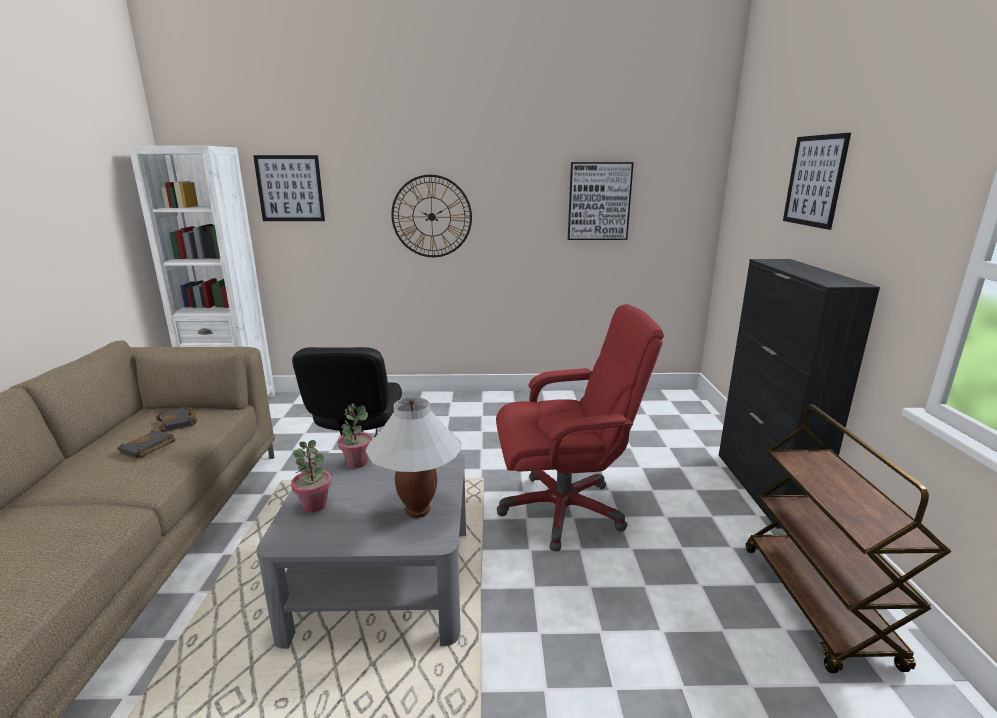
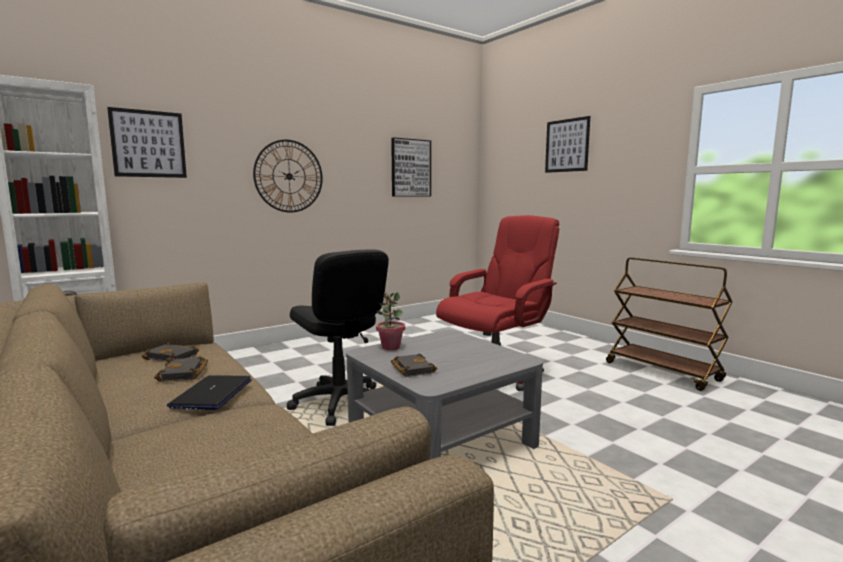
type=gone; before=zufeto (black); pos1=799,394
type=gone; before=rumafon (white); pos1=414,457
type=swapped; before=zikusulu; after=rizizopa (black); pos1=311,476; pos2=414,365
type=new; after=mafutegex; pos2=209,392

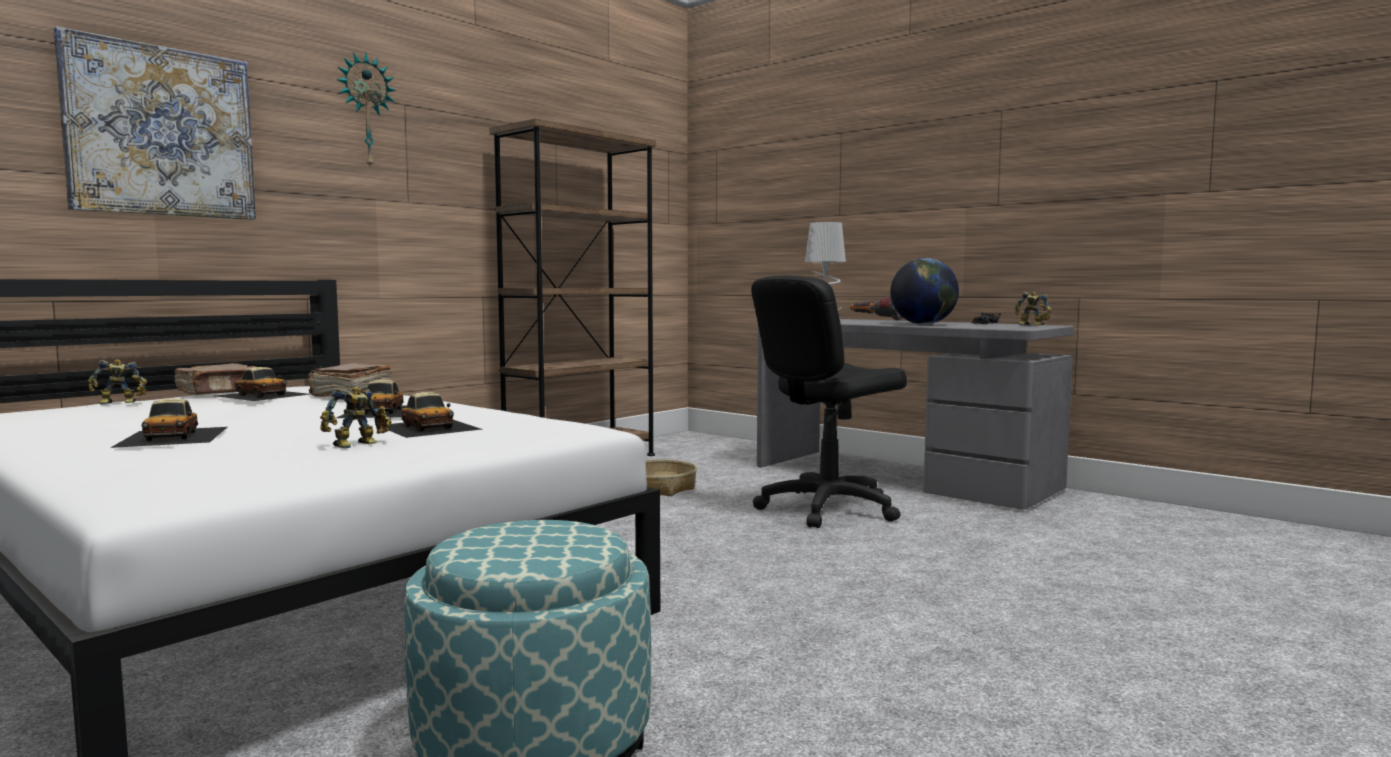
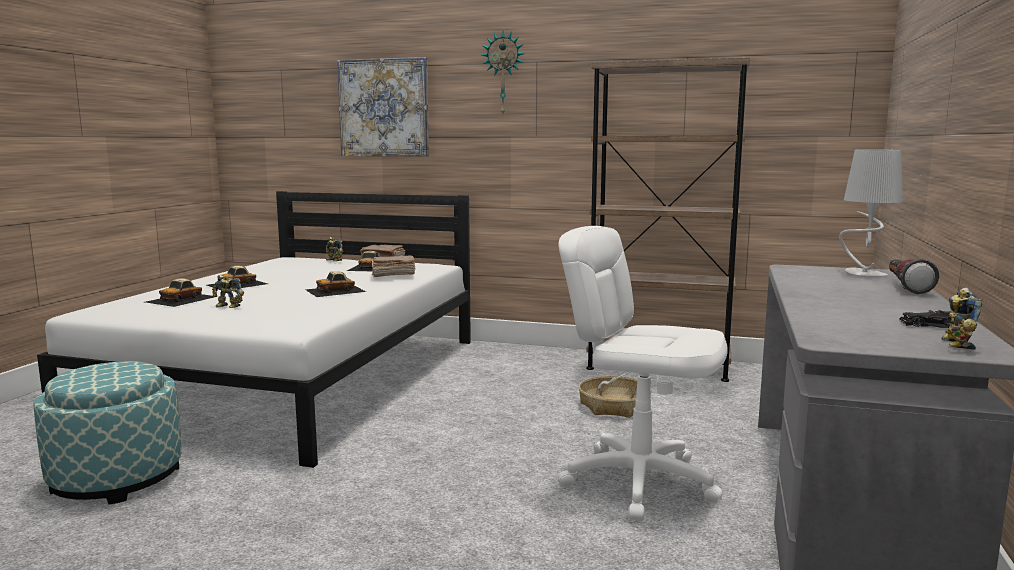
type=gone; before=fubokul; pos1=924,291
type=repainted; before=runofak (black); after=runofak (white); pos1=829,402; pos2=643,373
type=shifted; before=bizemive; pos1=435,415; pos2=181,293

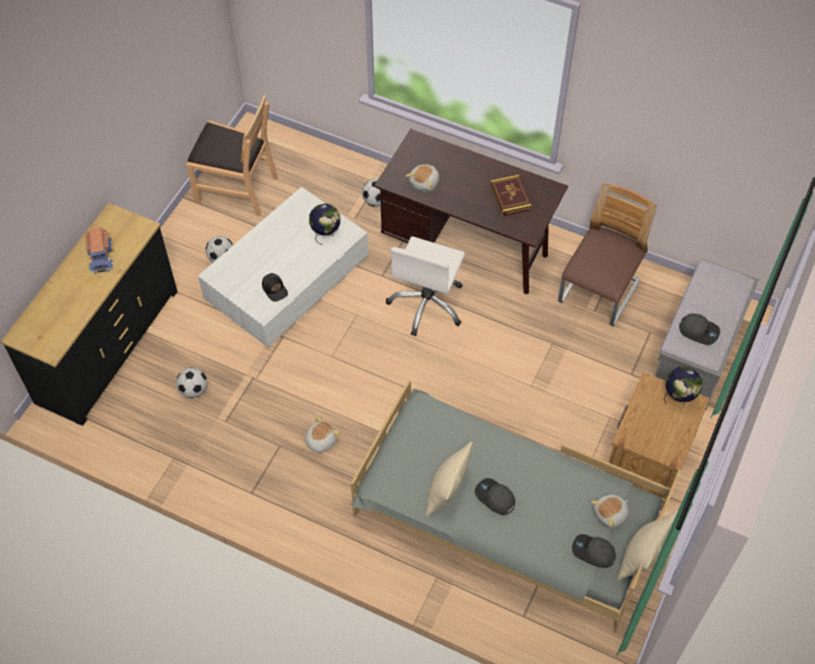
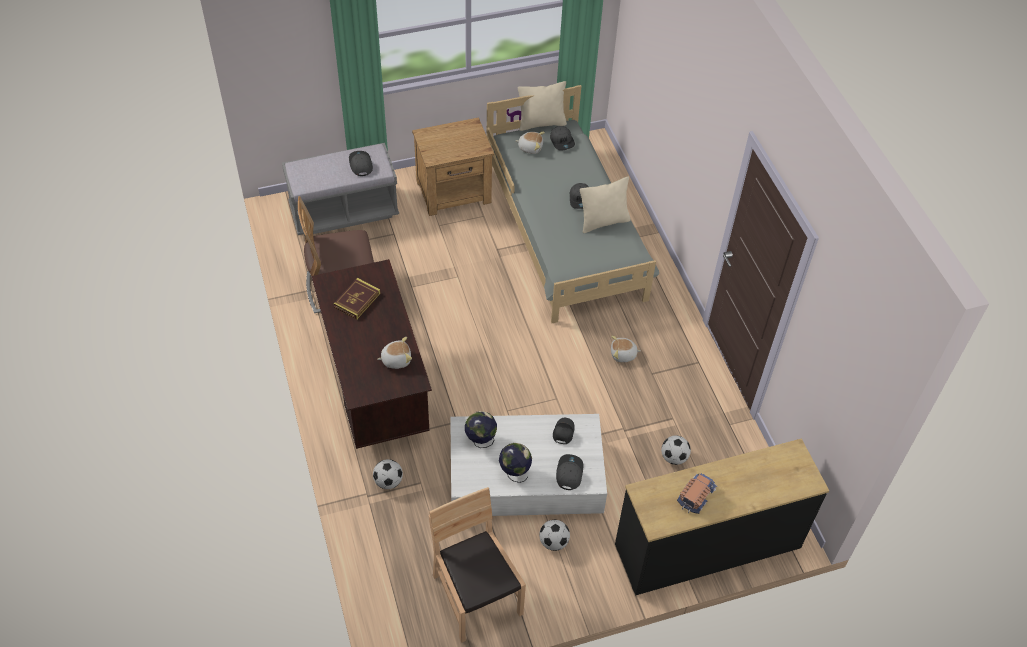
type=gone; before=runofak (white); pos1=425,286
type=shifted; before=fubokul; pos1=683,385; pos2=515,463
type=new; after=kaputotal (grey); pos2=570,472

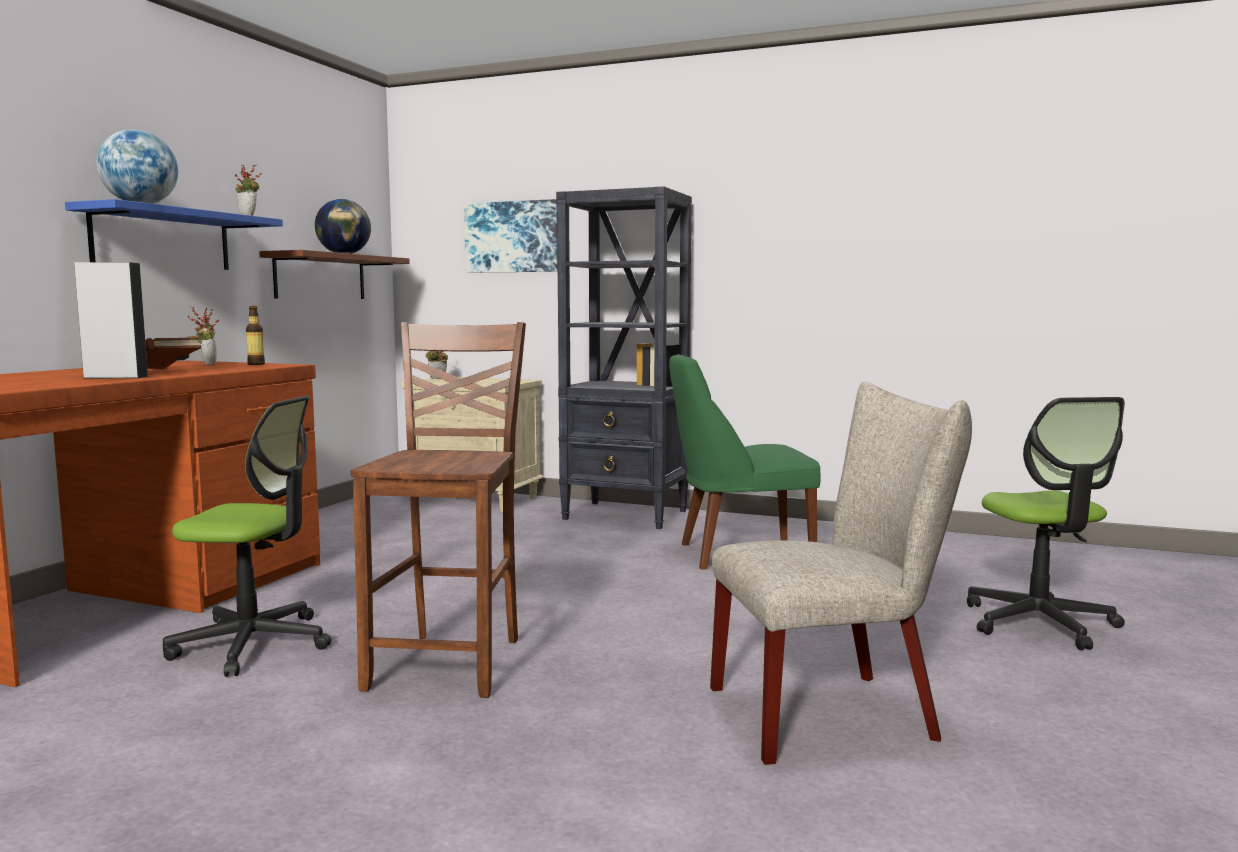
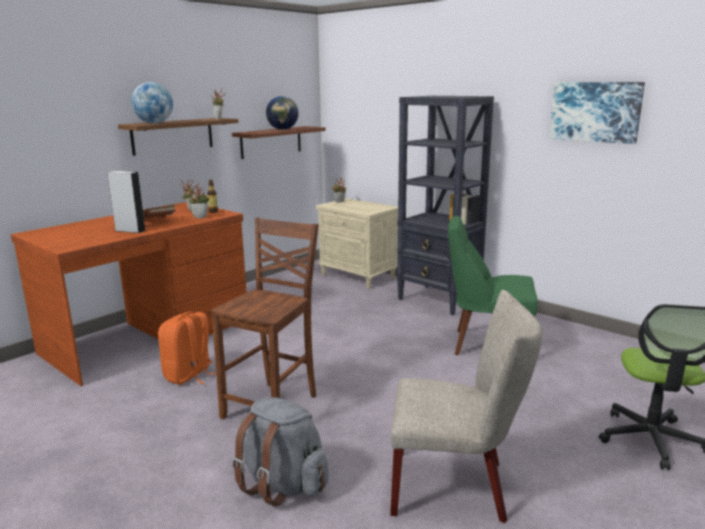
type=repainted; before=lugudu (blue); after=lugudu (brown); pos1=174,234; pos2=178,137
type=shifted; before=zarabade; pos1=511,236; pos2=597,113
type=swapped; before=runofak; after=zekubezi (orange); pos1=247,536; pos2=187,348
type=new; after=zikusulu; pos2=199,200
type=new; after=zekubezi (grey); pos2=280,451

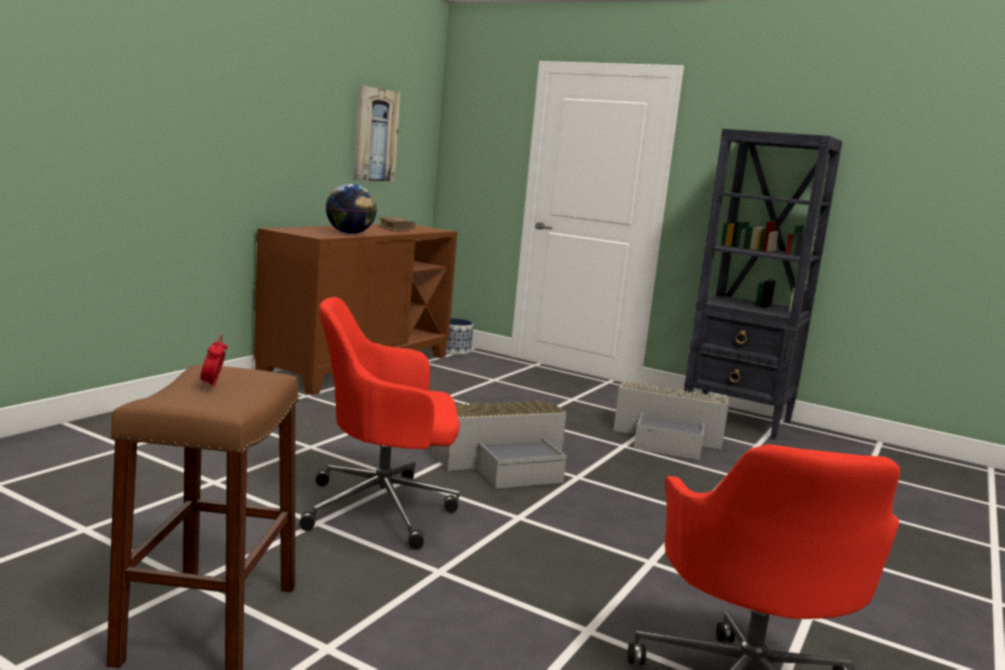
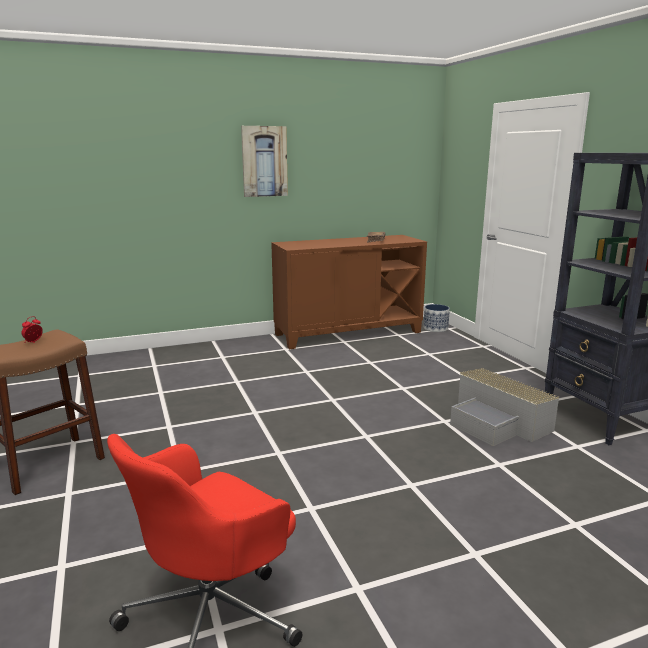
type=shifted; before=zarabade; pos1=376,133; pos2=264,161
type=gone; before=fubokul; pos1=351,209
type=gone; before=runofak (red); pos1=380,423
type=gone; before=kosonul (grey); pos1=499,444

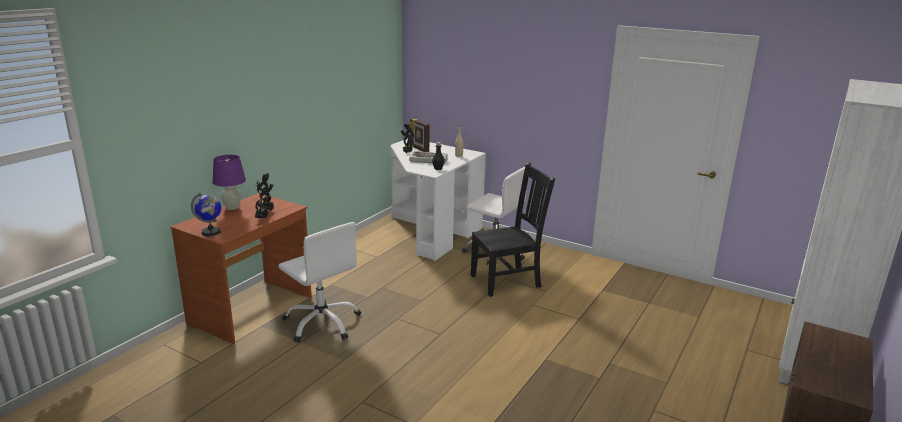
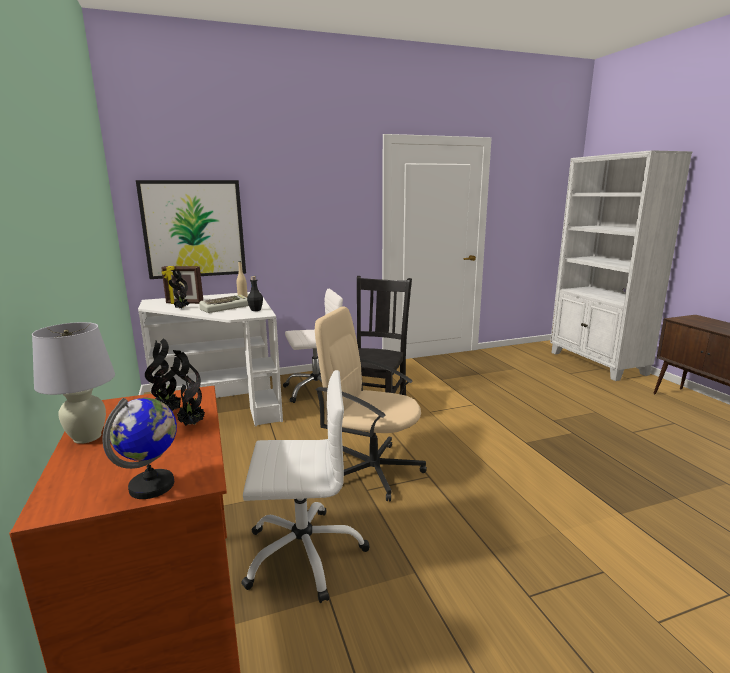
type=repainted; before=rumafon (purple); after=rumafon (white); pos1=229,182; pos2=73,383
type=new; after=zarabade; pos2=191,229
type=new; after=runofak (beige); pos2=371,403

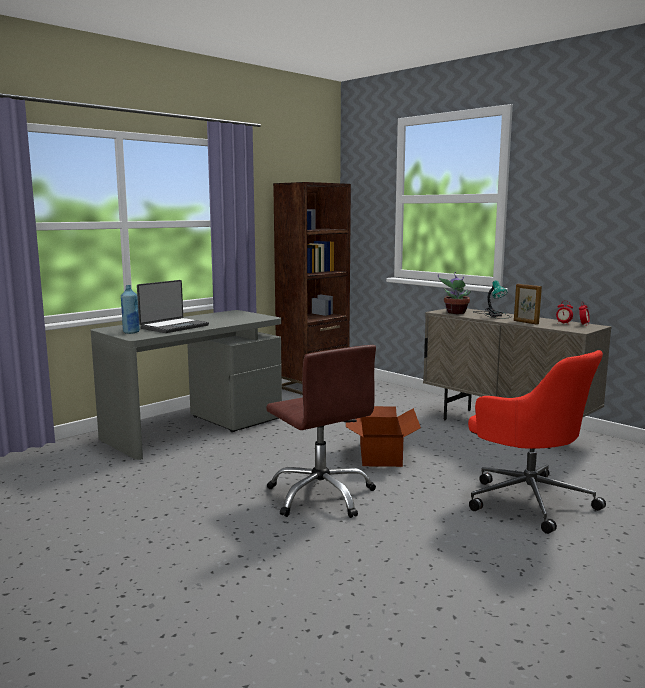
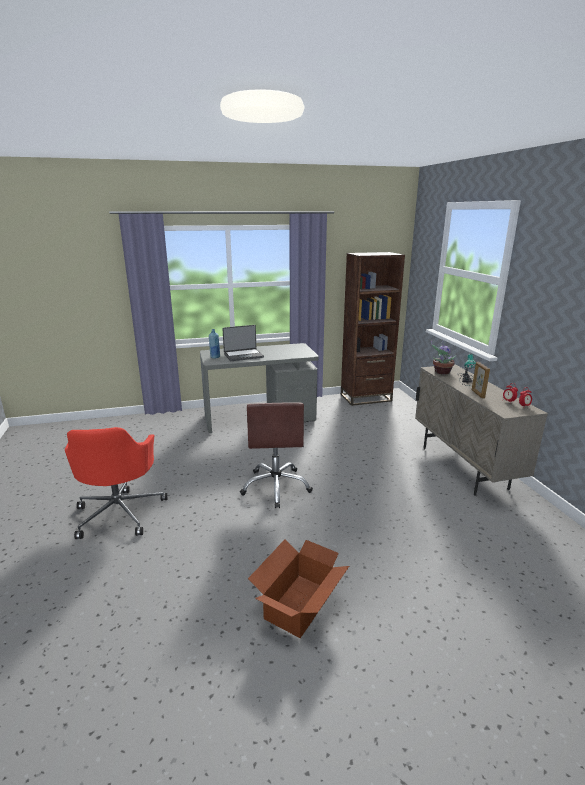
type=shifted; before=runofak (red); pos1=537,442; pos2=116,483
type=shifted; before=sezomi; pos1=383,436; pos2=298,588

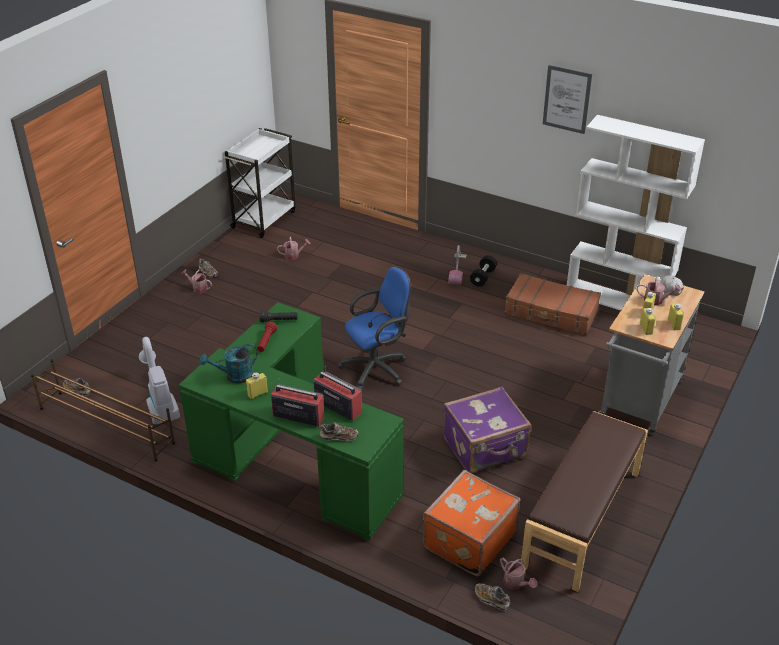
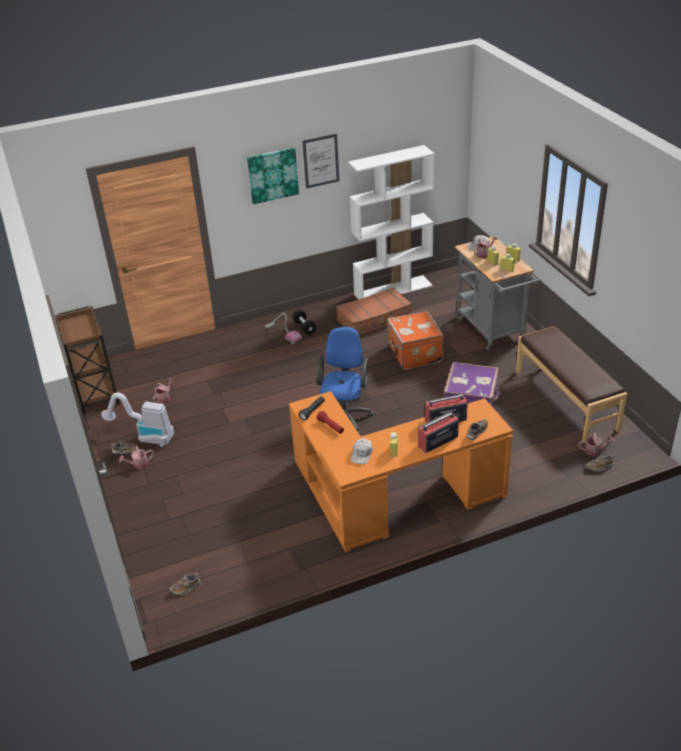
type=repainted; before=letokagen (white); after=letokagen (brown); pos1=259,183; pos2=87,360
type=repainted; before=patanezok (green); after=patanezok (orange); pos1=291,421; pos2=401,471
type=shifted; before=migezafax; pos1=159,380; pos2=137,420
type=swapped; before=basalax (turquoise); after=kaputotal (white); pos1=229,363; pos2=362,451
type=gone; before=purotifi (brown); pos1=103,410
type=shifted; before=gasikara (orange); pos1=471,523; pos2=415,340
type=new; after=zarabade; pos2=273,176

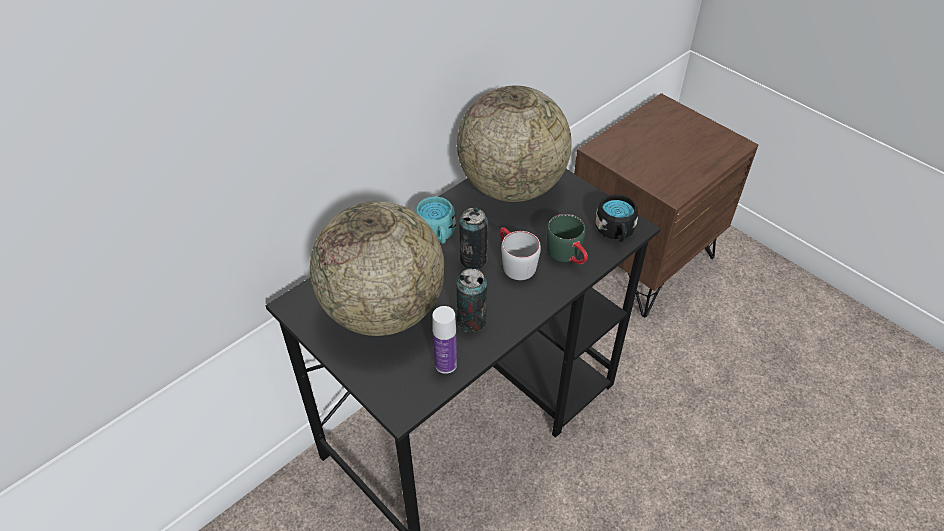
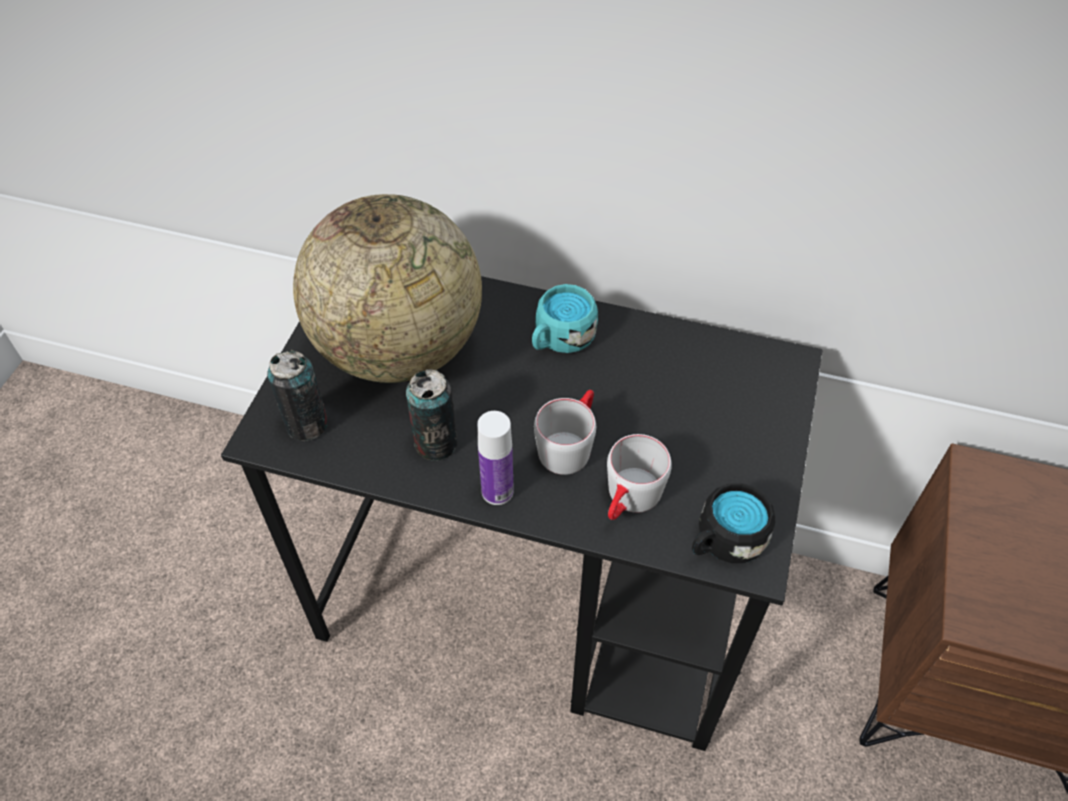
type=gone; before=fubokul; pos1=514,143
type=shifted; before=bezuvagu; pos1=473,238; pos2=297,395
type=repainted; before=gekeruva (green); after=gekeruva (grey); pos1=567,239; pos2=639,477
type=shifted; before=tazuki; pos1=445,340; pos2=495,458

